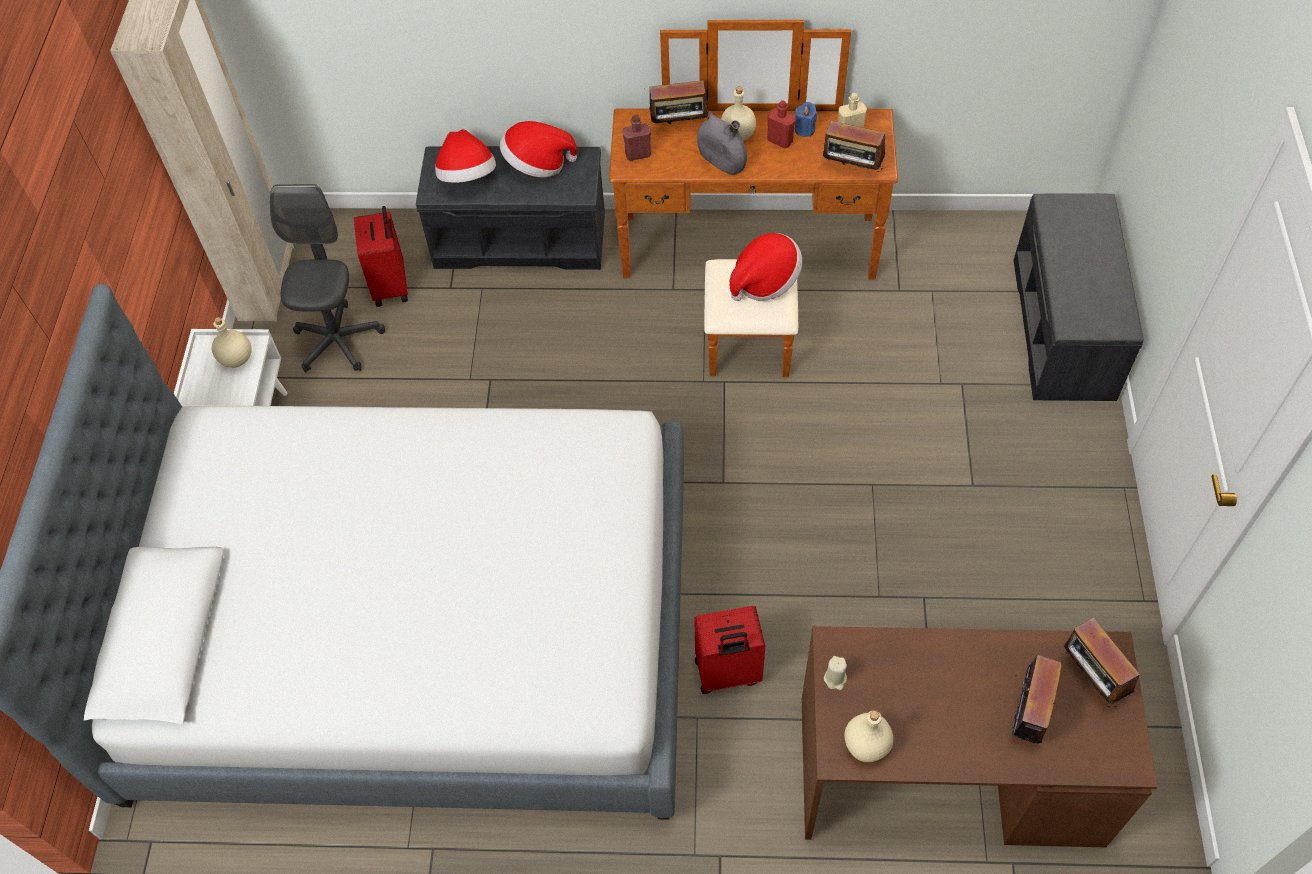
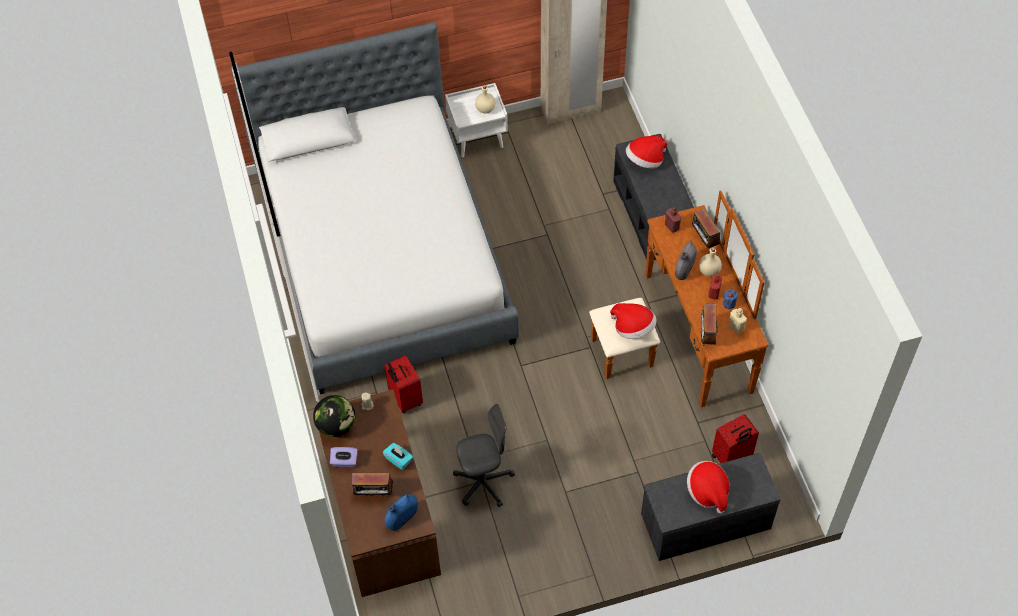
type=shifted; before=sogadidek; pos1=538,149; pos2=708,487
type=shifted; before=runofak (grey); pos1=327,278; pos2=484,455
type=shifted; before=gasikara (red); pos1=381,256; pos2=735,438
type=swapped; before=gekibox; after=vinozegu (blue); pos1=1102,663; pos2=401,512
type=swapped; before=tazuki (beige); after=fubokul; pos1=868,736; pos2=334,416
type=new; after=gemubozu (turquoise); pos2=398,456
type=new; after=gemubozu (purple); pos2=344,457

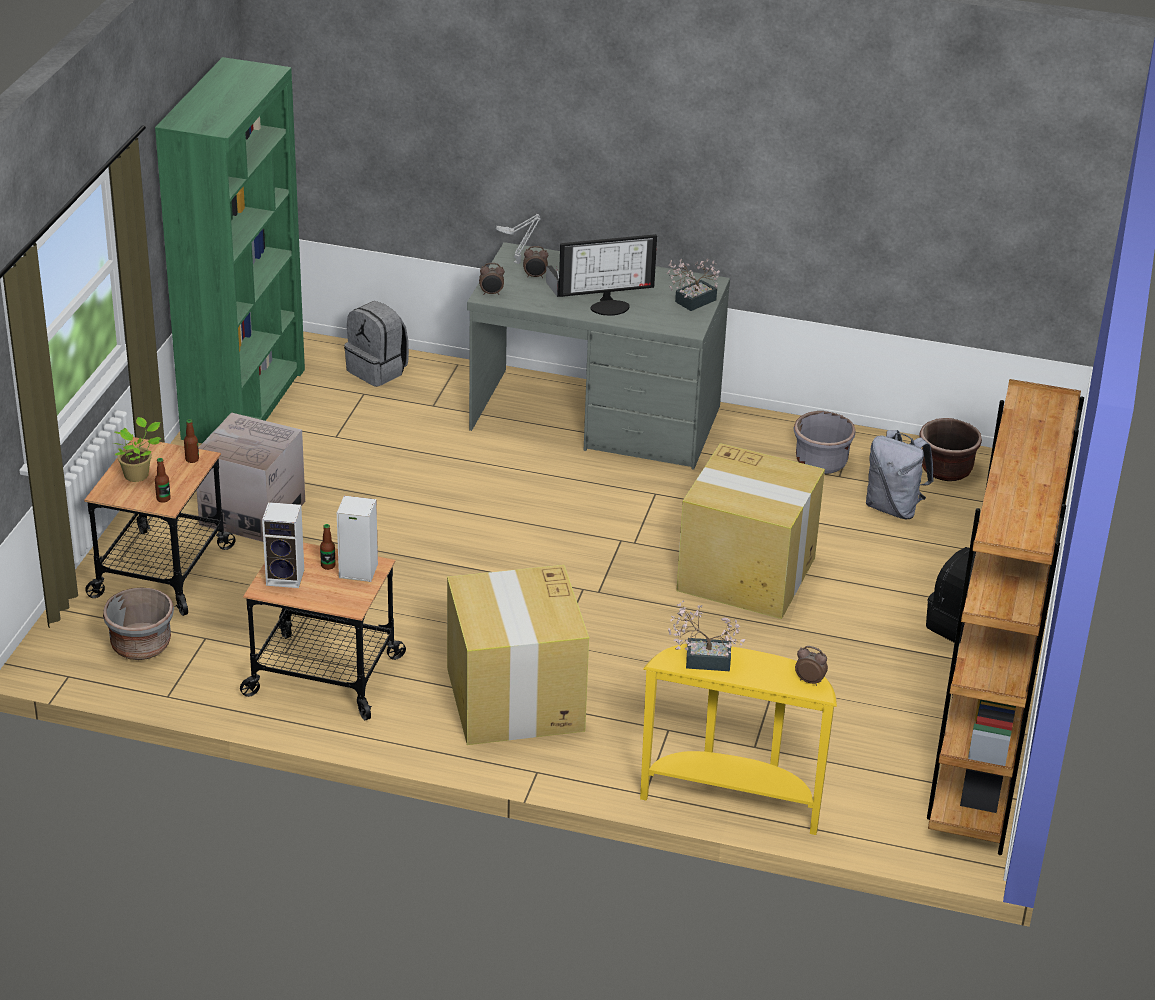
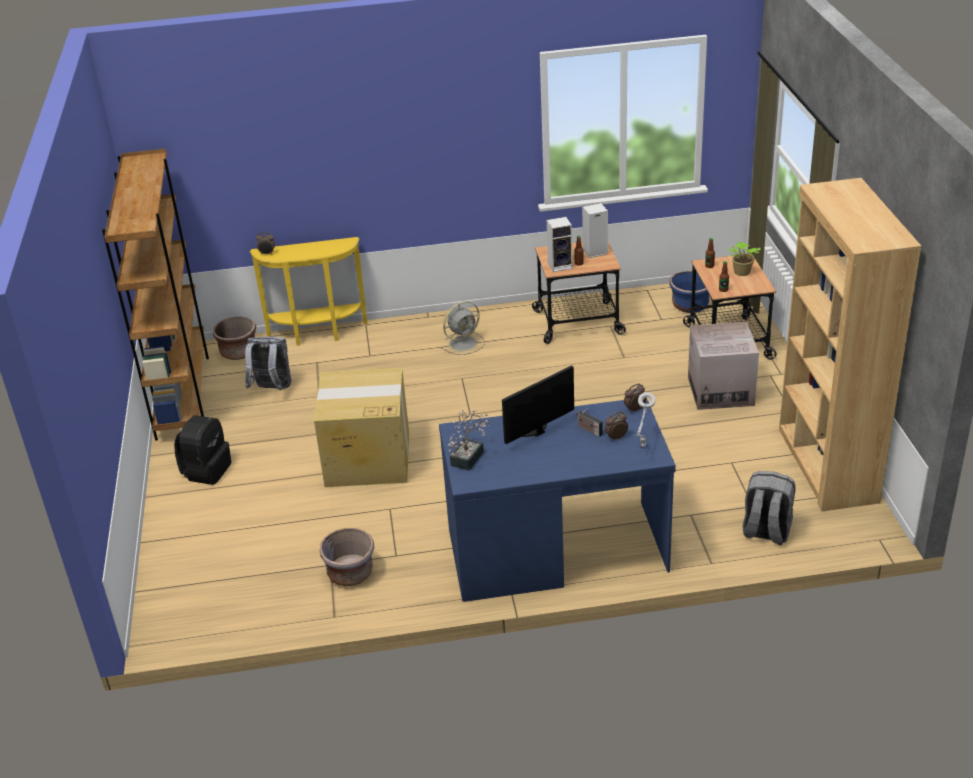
type=repainted; before=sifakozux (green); after=sifakozux (brown); pos1=230,250; pos2=850,345
type=repainted; before=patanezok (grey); after=patanezok (blue); pos1=598,356; pos2=557,500
type=shifted; before=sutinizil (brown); pos1=950,449; pos2=234,338
type=shifted; before=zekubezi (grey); pos1=900,474; pos2=268,363
type=swapped; before=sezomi; after=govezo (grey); pos1=518,655; pos2=463,328
type=repainted; before=sutinizil (grey); after=sutinizil (blue); pos1=138,623; pos2=689,292
type=gone; before=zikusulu; pos1=707,635

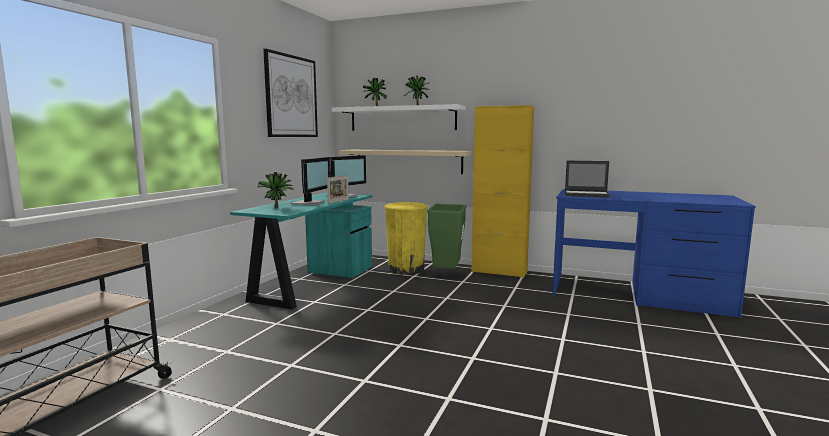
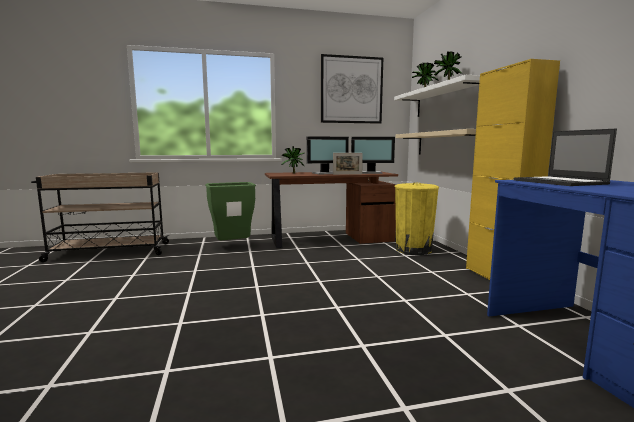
type=repainted; before=patanezok (turquoise); after=patanezok (brown); pos1=301,251; pos2=331,209
type=shifted; before=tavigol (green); pos1=447,236; pos2=230,211

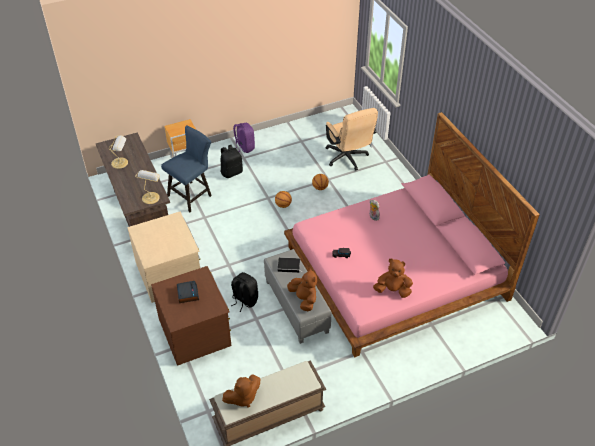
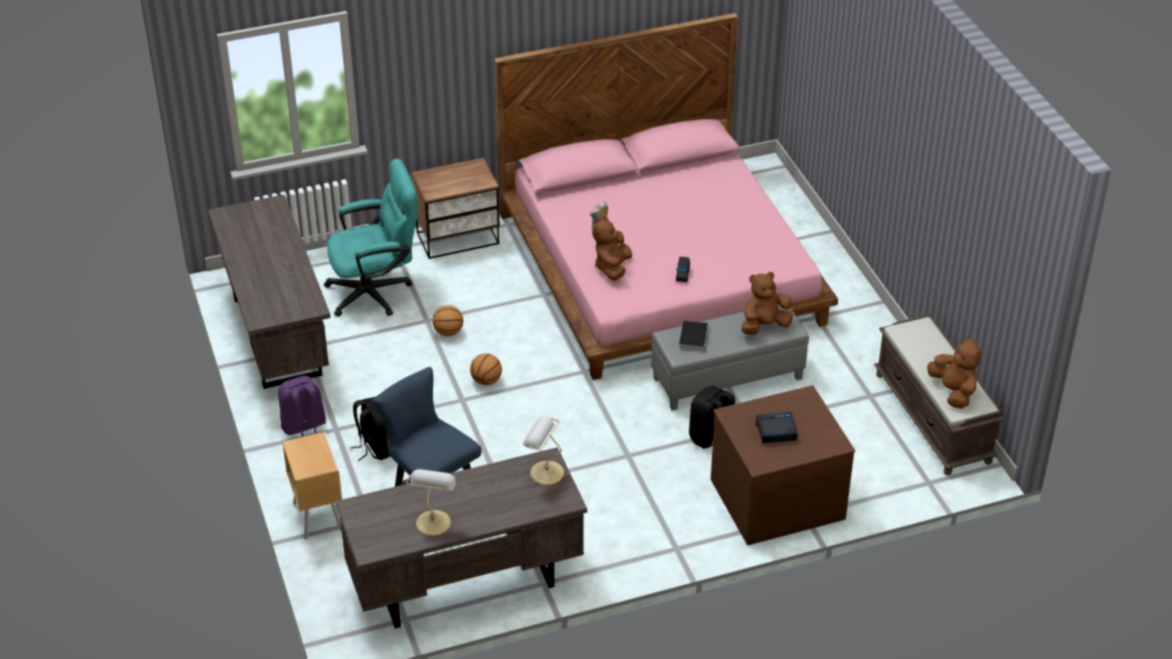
type=repainted; before=runofak (beige); after=runofak (turquoise); pos1=351,139; pos2=371,238
type=gone; before=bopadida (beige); pos1=164,257
type=shifted; before=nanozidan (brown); pos1=393,278; pos2=612,248
type=new; after=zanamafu; pos2=456,208
type=new; after=patanezok (brown); pos2=269,292

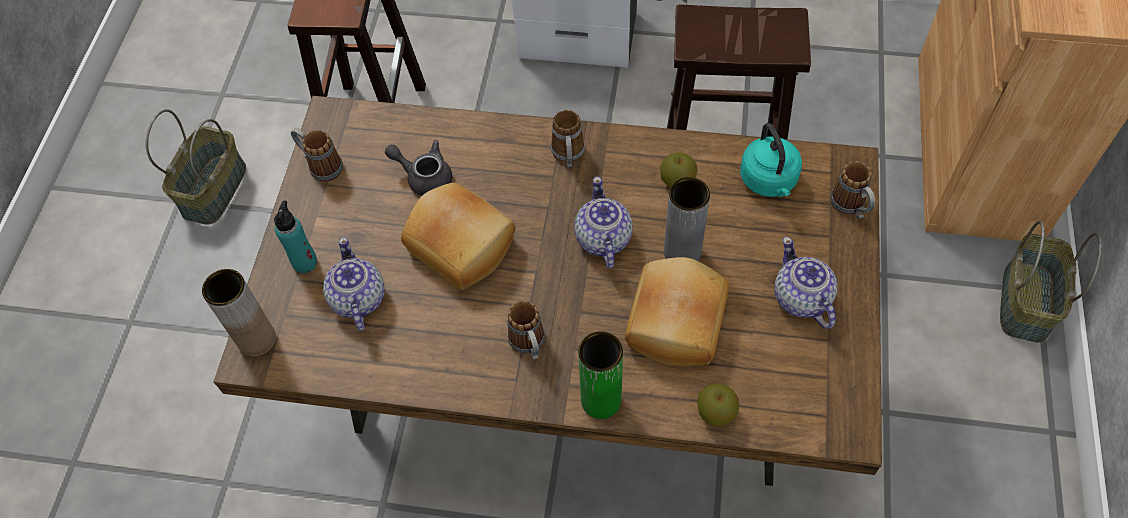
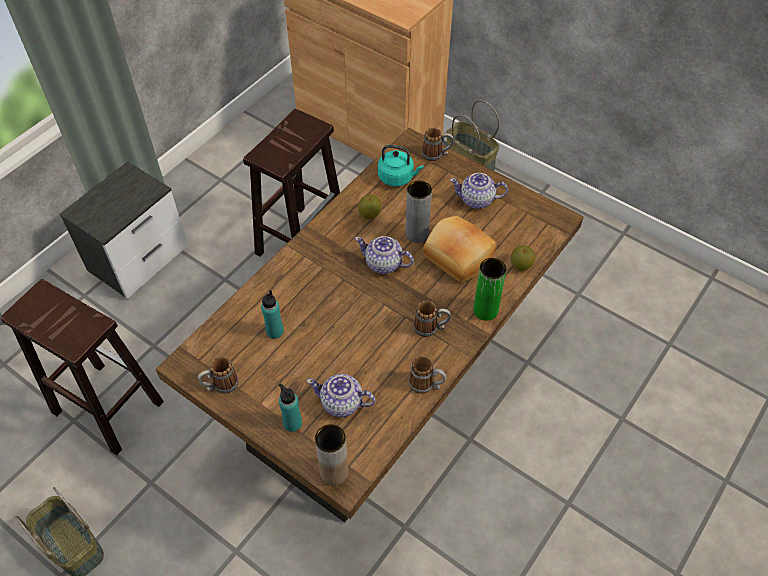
type=shifted; before=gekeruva; pos1=568,138; pos2=427,375
type=swapped; before=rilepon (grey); after=tazuki (turquoise); pos1=418,168; pos2=272,314
type=gone; before=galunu; pos1=458,236

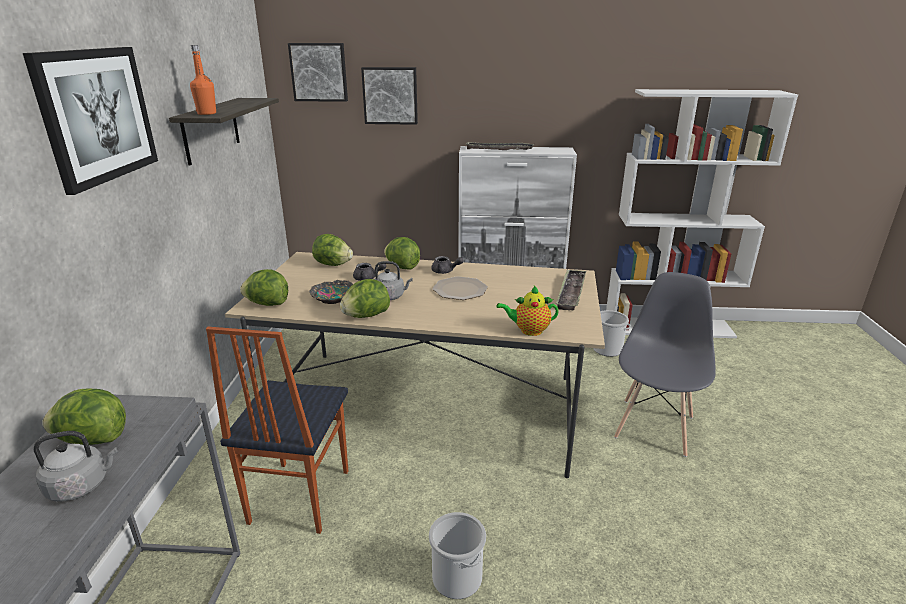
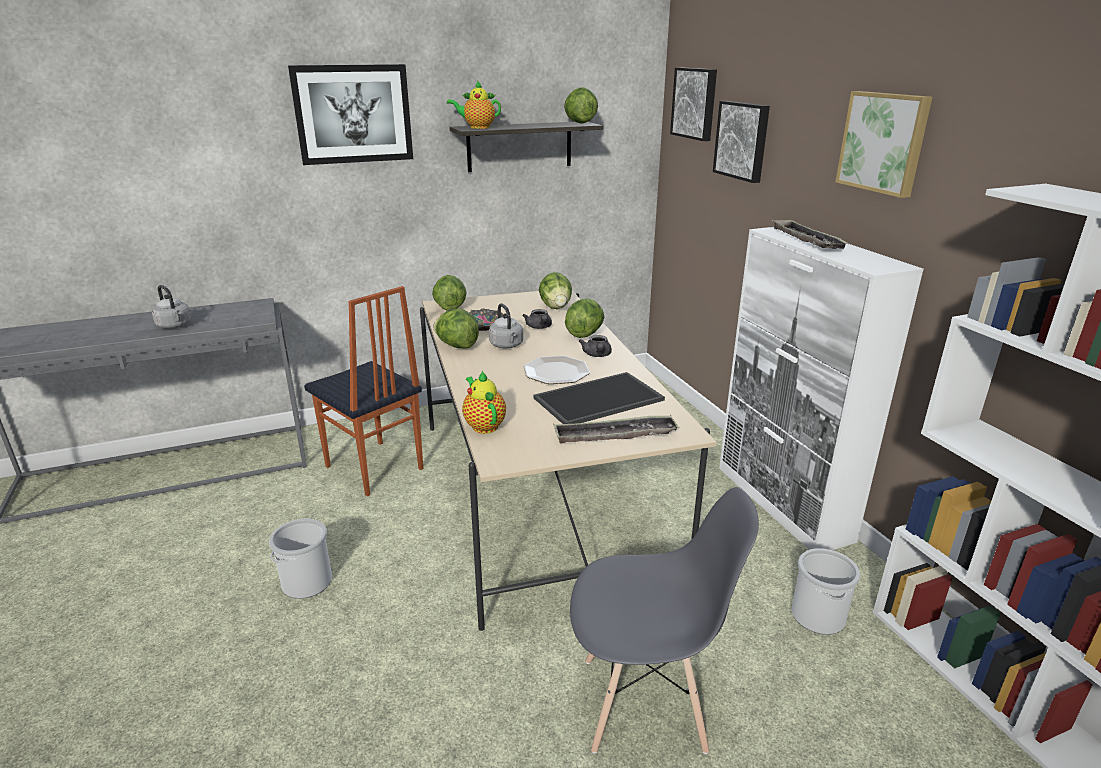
type=swapped; before=tazuki (orange); after=rilepon; pos1=203,80; pos2=474,105
type=rotated; before=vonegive; pos1=277,430; pos2=363,391; turn=-120
type=shifted; before=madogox; pos1=84,417; pos2=581,105
type=new; after=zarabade; pos2=883,144
type=new; after=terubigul; pos2=599,398

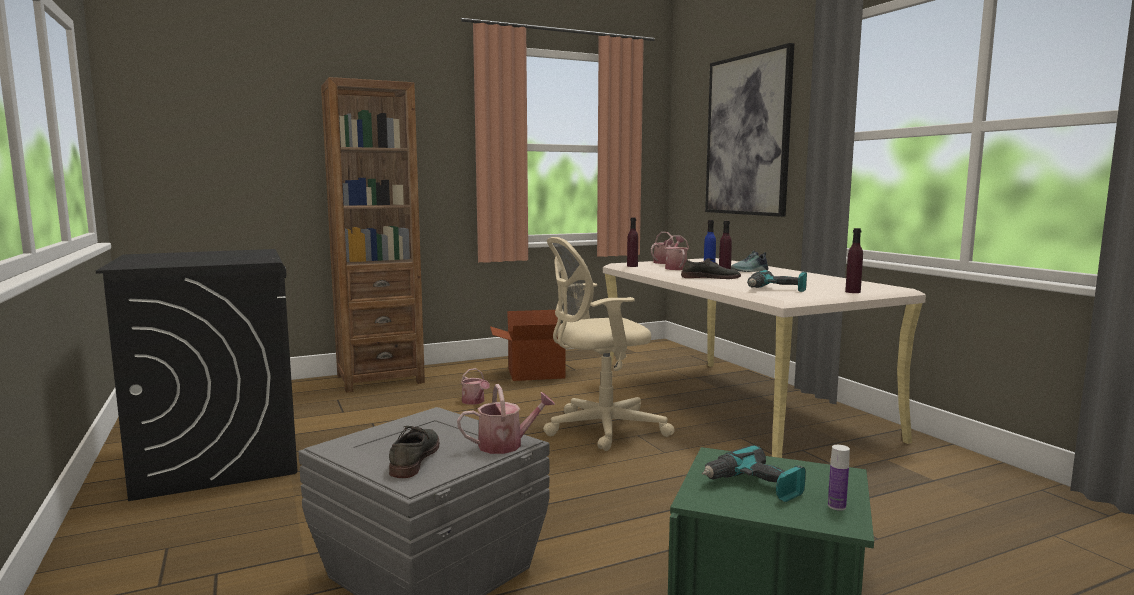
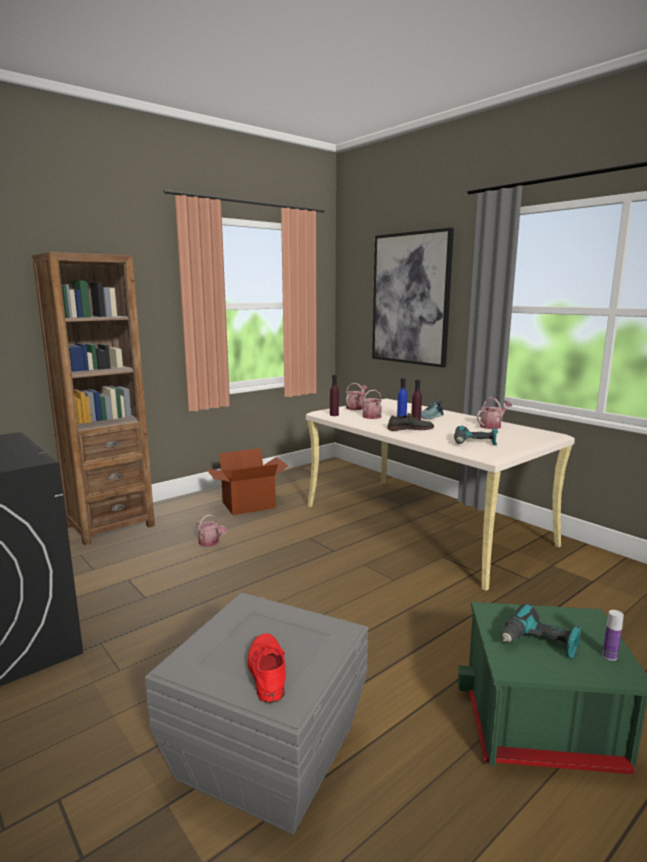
type=gone; before=tazuki (purple); pos1=854,260
type=gone; before=runofak (beige); pos1=609,344
type=shifted; before=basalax; pos1=506,419; pos2=494,413
type=repainted; before=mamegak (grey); after=mamegak (red); pos1=414,452; pos2=266,668

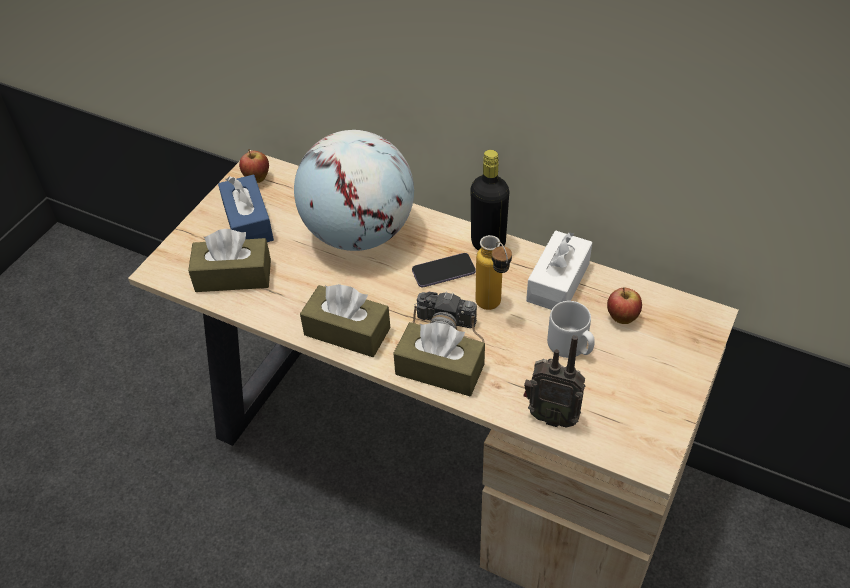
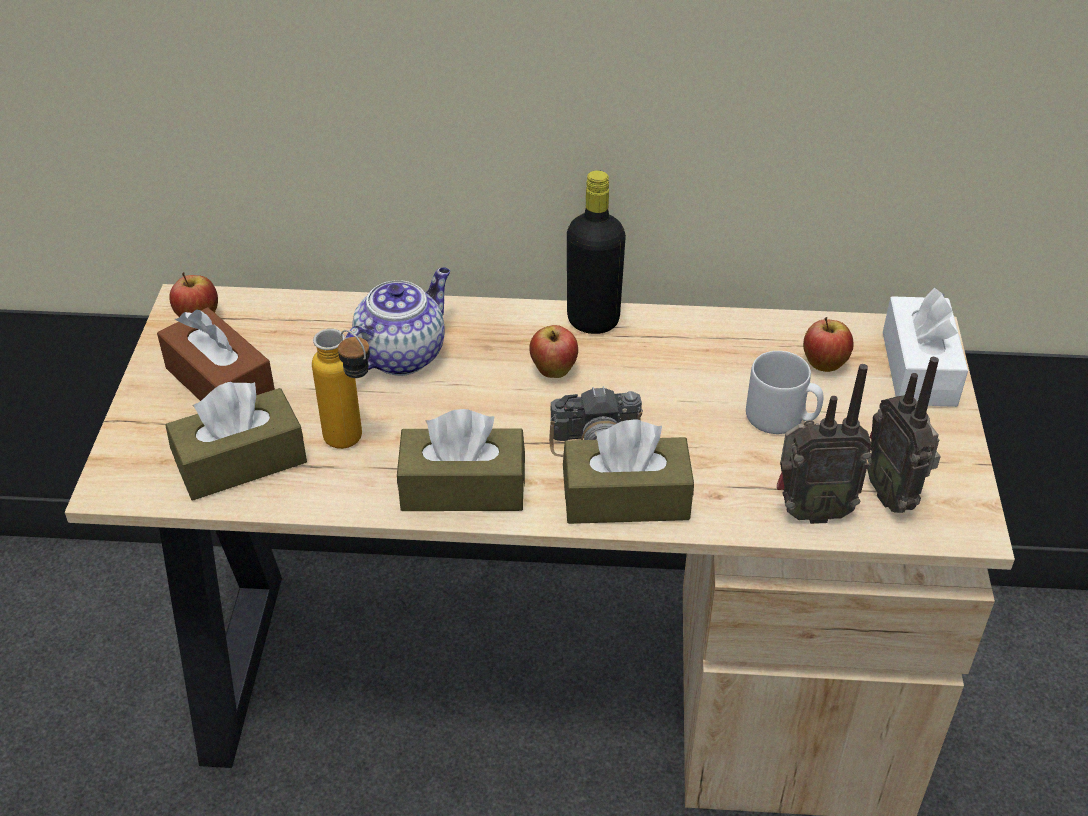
type=swapped; before=fubokul; after=rilepon; pos1=354,190; pos2=397,321
type=repainted; before=gemubozu (blue); after=gemubozu (brown); pos1=246,208; pos2=216,354
type=shifted; before=gemubozu (white); pos1=559,270; pos2=925,347
type=shifted; before=tazuki; pos1=494,272; pos2=341,389
type=swapped; before=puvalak; after=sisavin; pos1=444,270; pos2=554,351
type=new; after=gekibox; pos2=904,435

